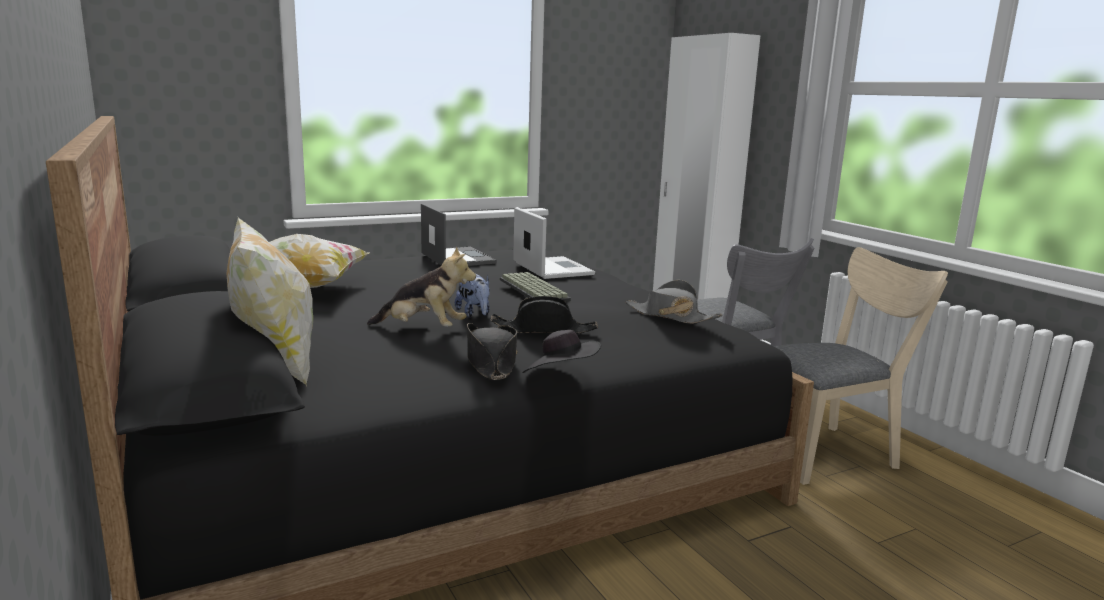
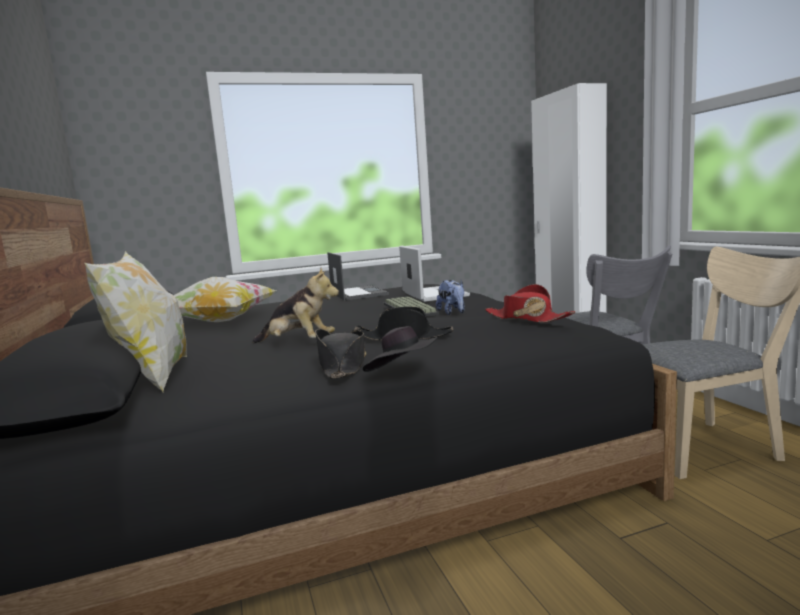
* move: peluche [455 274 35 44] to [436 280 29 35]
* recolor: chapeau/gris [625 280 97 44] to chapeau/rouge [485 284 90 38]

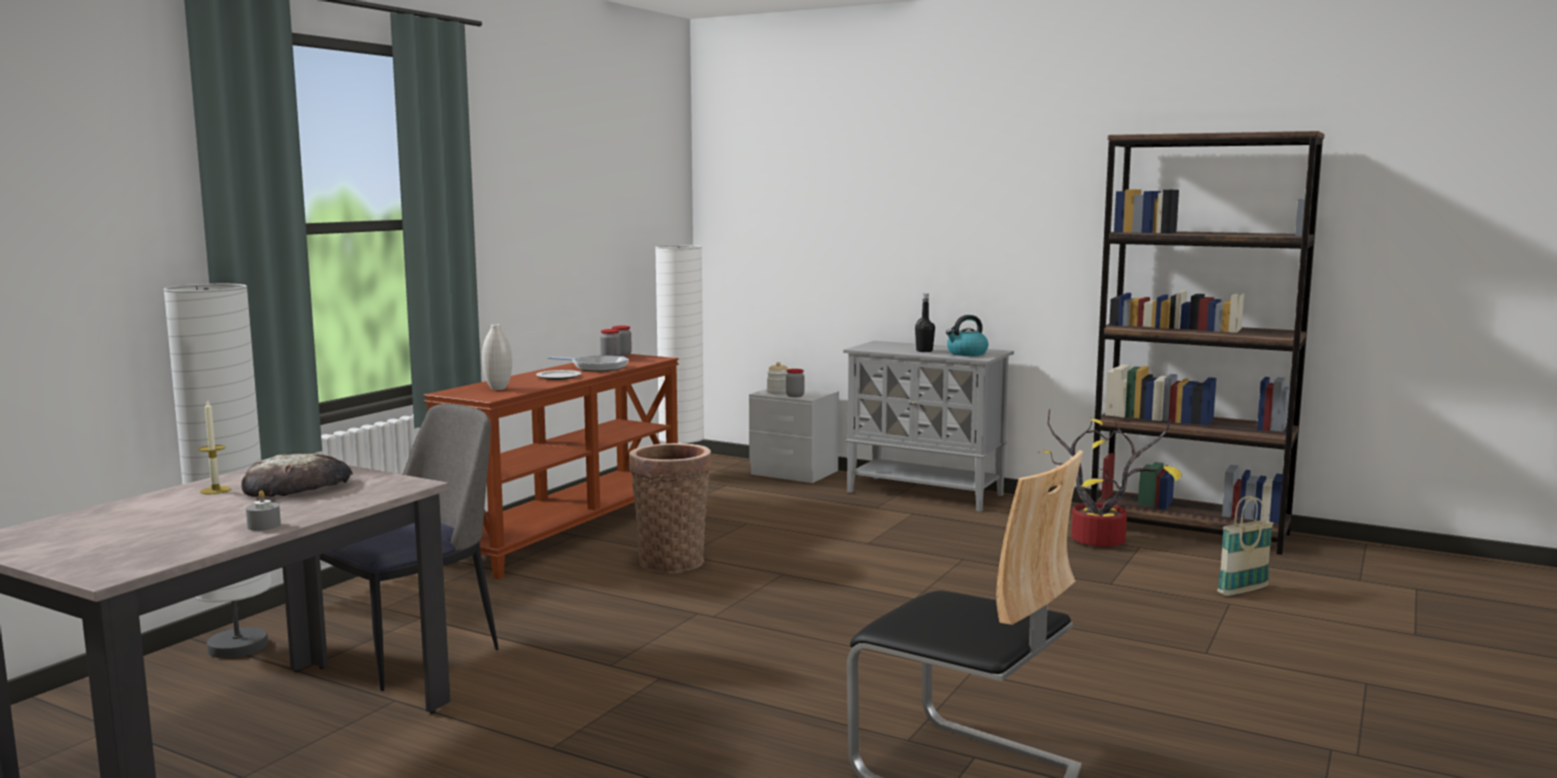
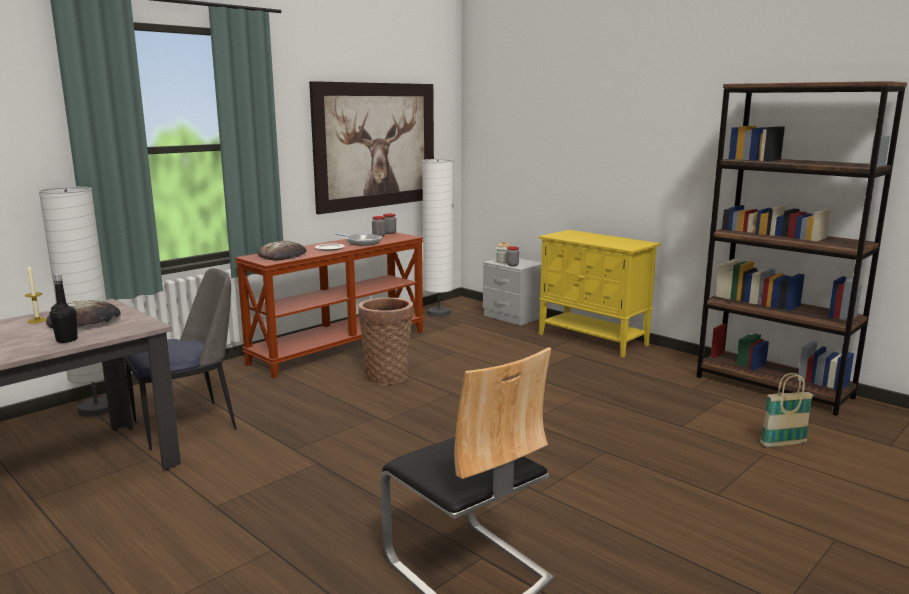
* move: bouteille/noir [915 293 20 59] to [50 274 28 69]
* replace: vase/blanc [482 324 30 66] to pain [257 241 50 19]
* insert: tableau [309 81 125 133]
* recolor: meuble de rangement/gris [843 341 171 171] to meuble de rangement/jaune [538 230 123 128]
* delete: bougie/gris [246 490 35 41]
* delete: bouilloire [946 315 42 41]
* delete: plante en pot [1038 409 144 138]

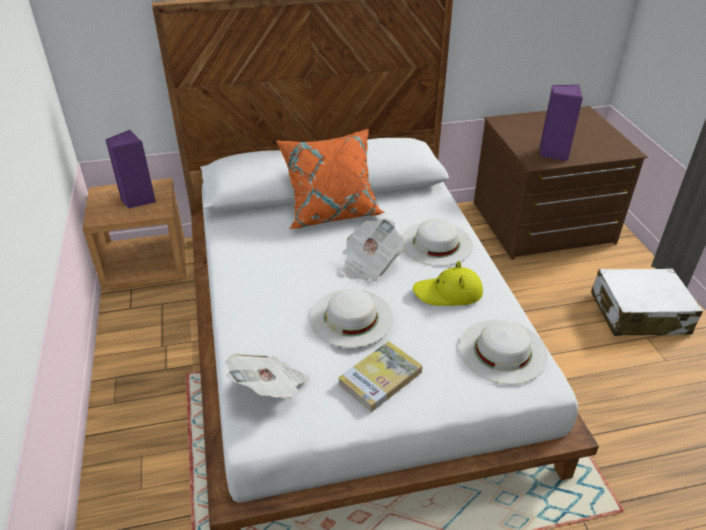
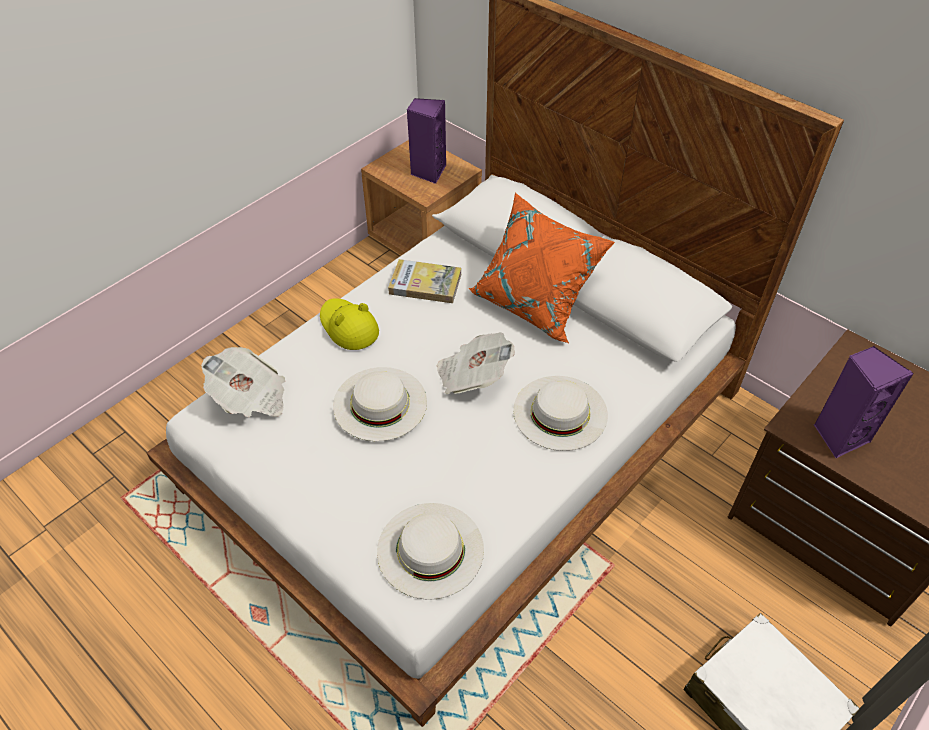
* move: chapeau/jaune [413 261 70 45] to [320 298 59 52]
* move: livre [338 341 85 71] to [388 259 73 44]

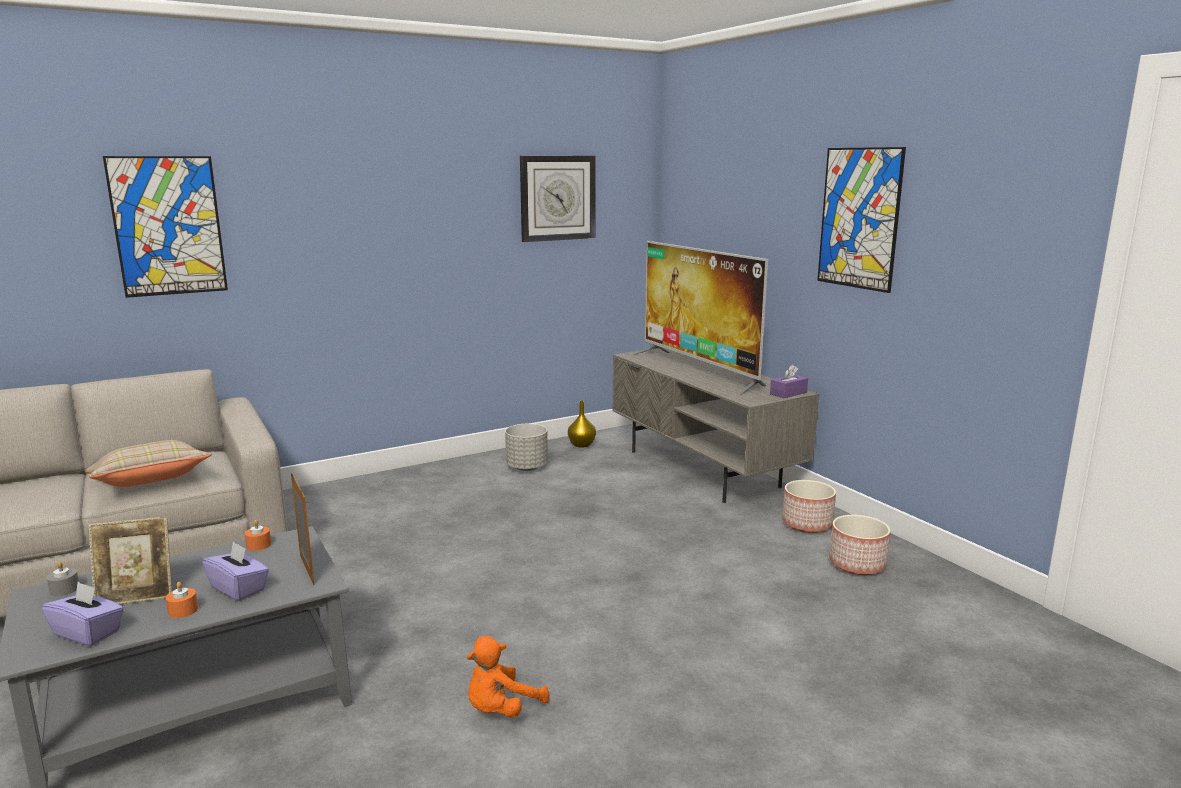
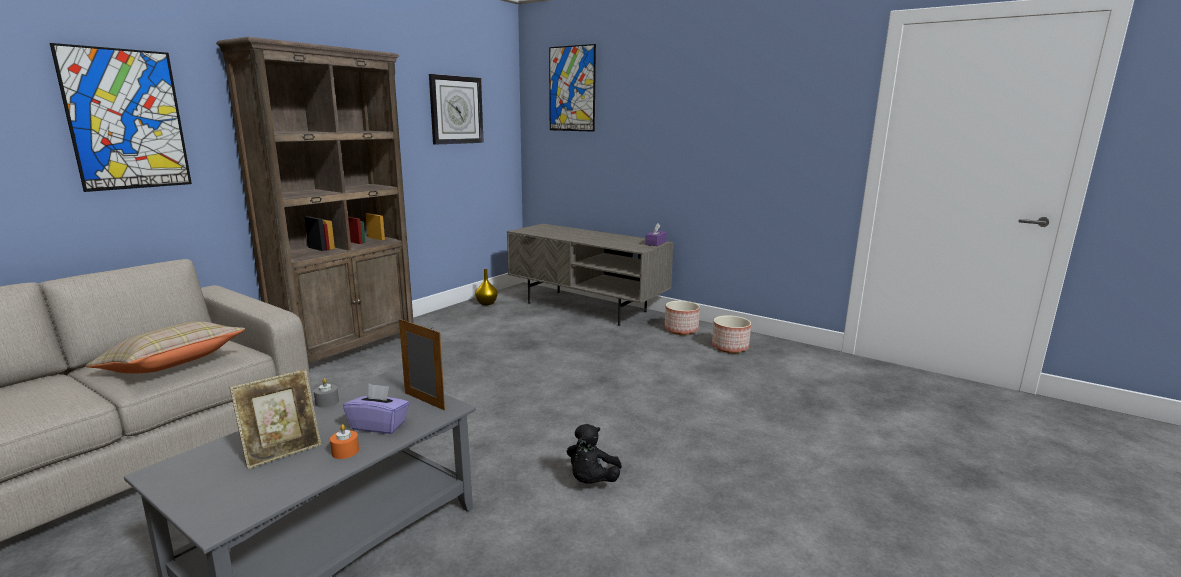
* insert: bibliothèque/marron [216 37 198 327]
* move: bougie/gris [47 562 32 34] to [314 378 25 30]
* move: tableau [817 147 89 146] to [549 44 47 88]
* recolor: peluche/orange [467 636 83 82] to peluche/noir [566 424 56 60]
* delete: boîte à mouchoirs/violet [41 582 83 64]
* delete: bougie/orange [245 520 26 31]
* delete: cache-pot/gris [505 424 43 47]
* delete: téléviseur [631 241 137 154]

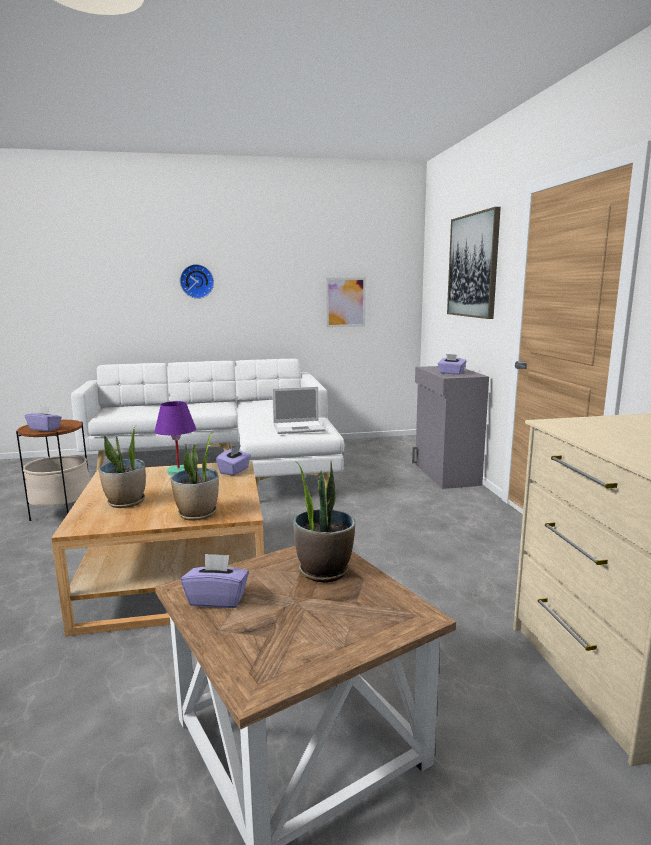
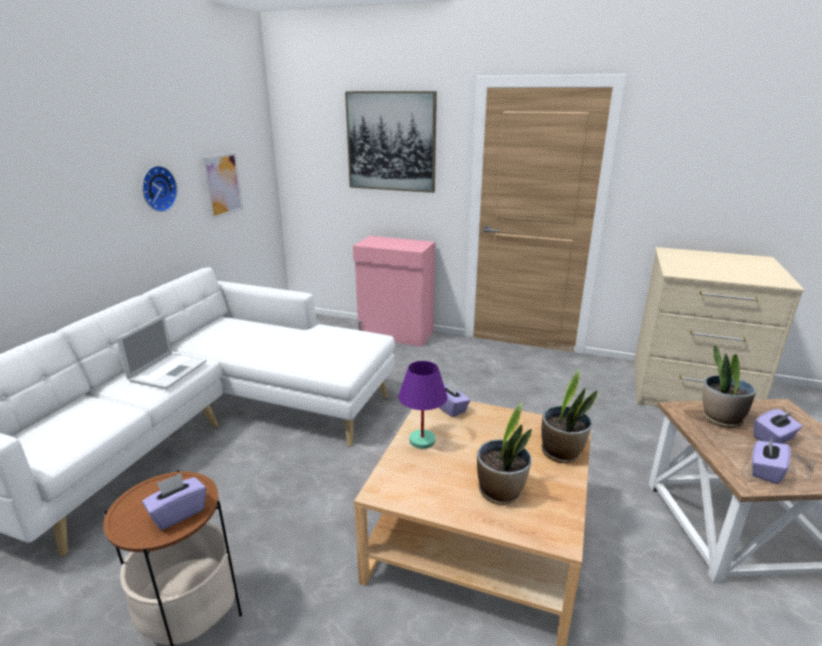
* move: ordinateur portable [272 387 53 47] to [116 315 91 74]
* move: horloge murale [180 264 34 35] to [142 166 36 46]
* recolor: meuble de rangement/gris [412 366 77 123] to meuble de rangement/rose [353 236 82 111]
* move: boîte à mouchoirs/violet [438 354 28 21] to [754 409 48 35]

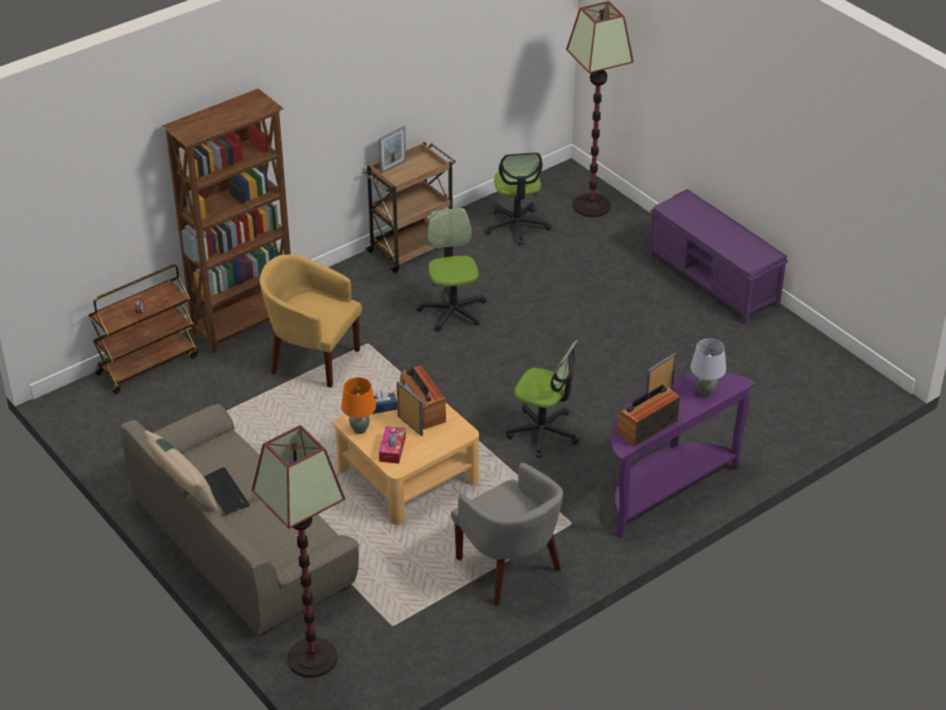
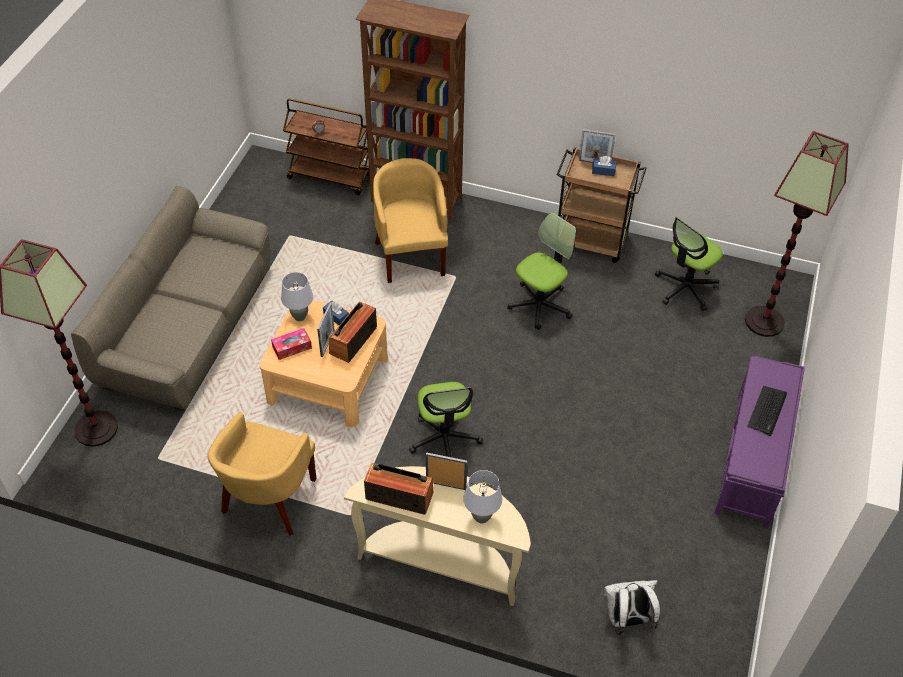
* recolor: fauteuil/gris [451 463 112 142] to fauteuil/jaune [208 412 108 124]
* recolor: lampe de table/orange [341 377 35 57] to lampe de table/gris [281 272 32 49]
* recolor: table console/violet [611 373 145 165] to table console/beige [344 466 187 140]
* insert: boîte à mouchoirs/bleu [592 156 24 20]
* insert: sac à dos/blanc [603 580 58 55]
* move: clavier [204 467 46 48] to [747 386 40 50]
* delete: coussin/beige [144 430 74 81]

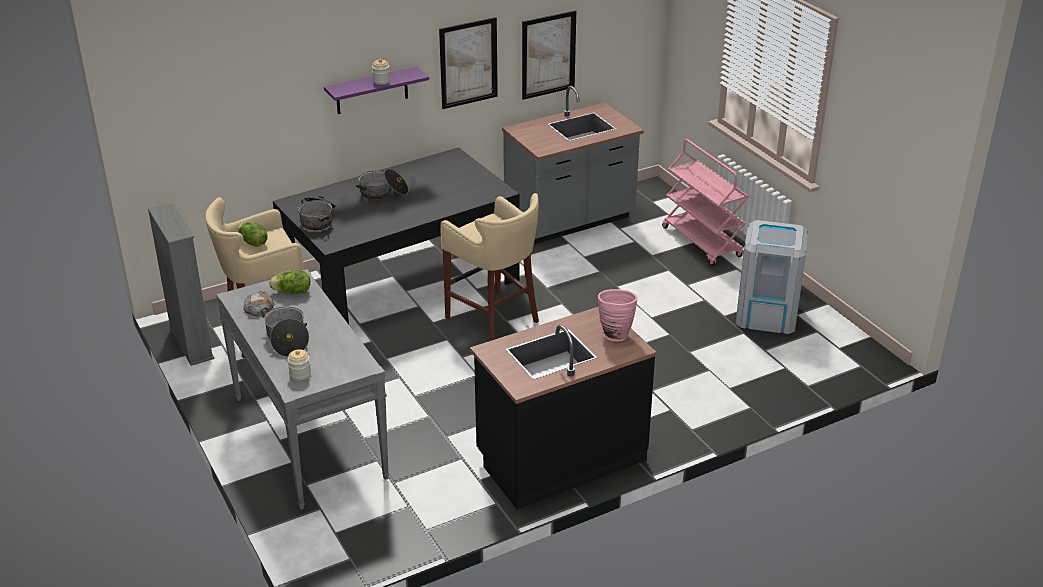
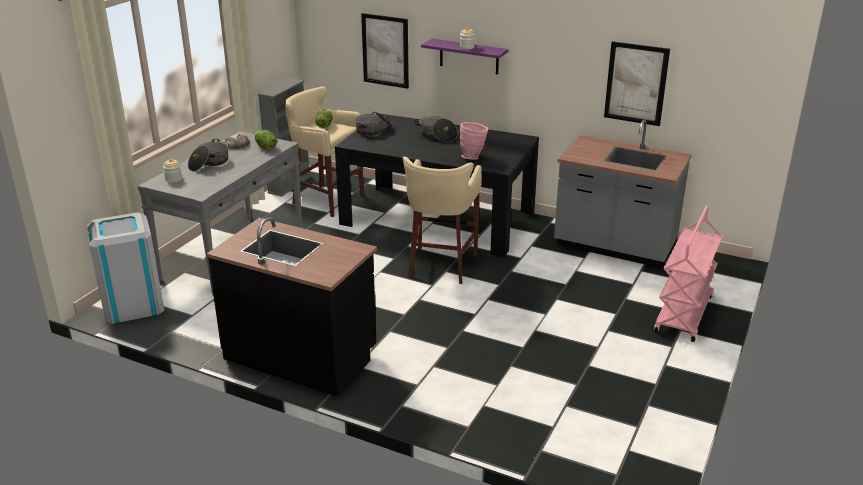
* move: poubelle/gris [735 220 73 114] to [87 212 78 112]
* move: tableau [439 17 59 92] to [361 13 48 76]
* move: vase/rose [598 289 40 52] to [460 122 28 38]

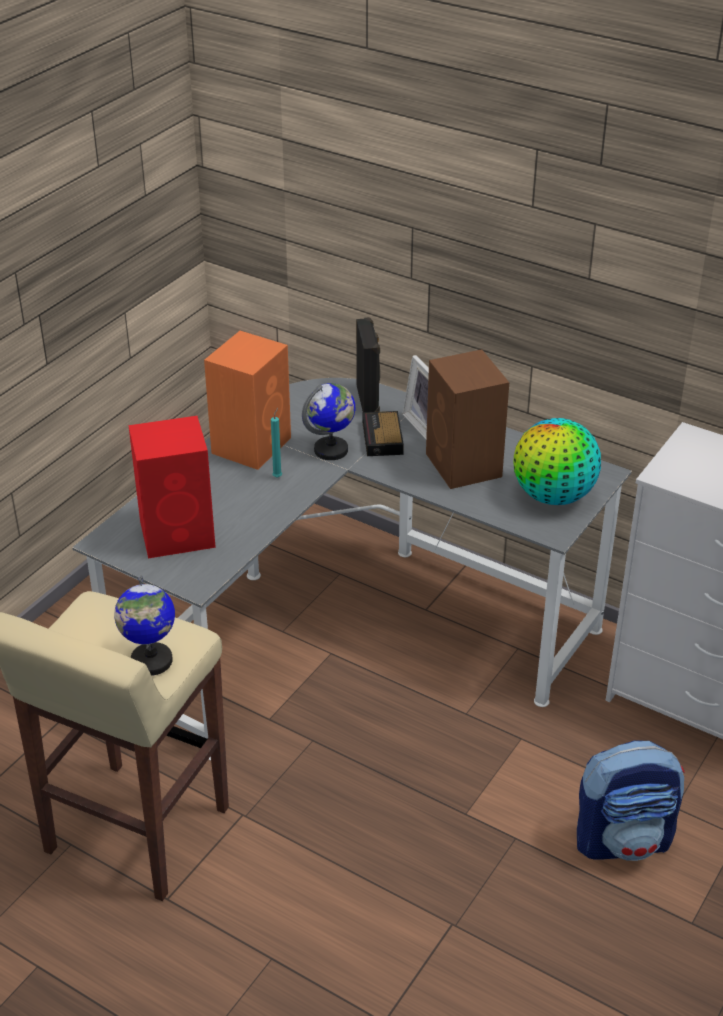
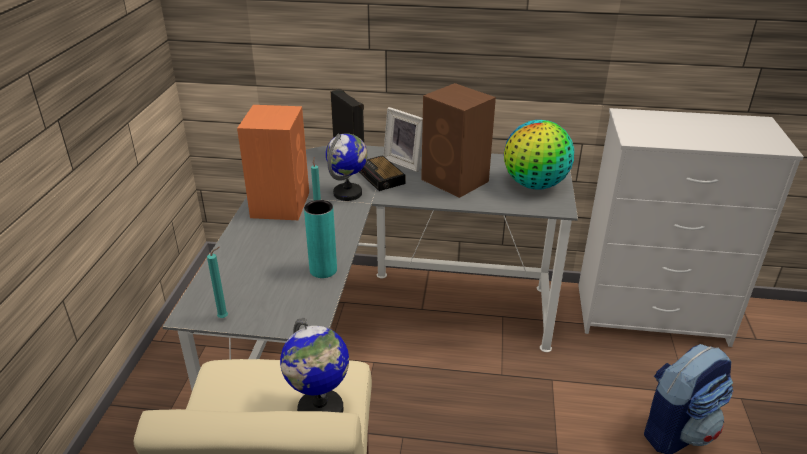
* insert: bougie/turquoise [207 247 21 71]
* insert: vase/turquoise [304 200 33 78]
* delete: enceinte/rouge [128 416 88 142]

